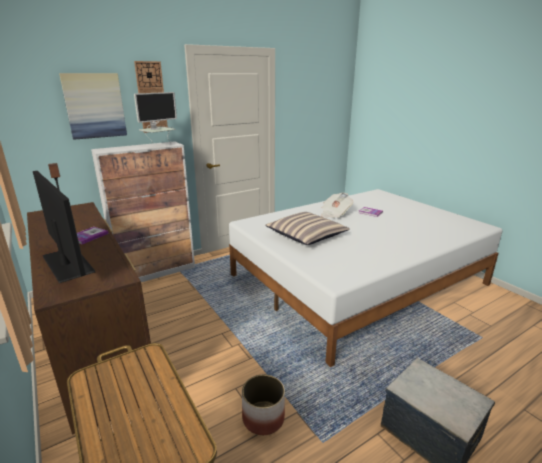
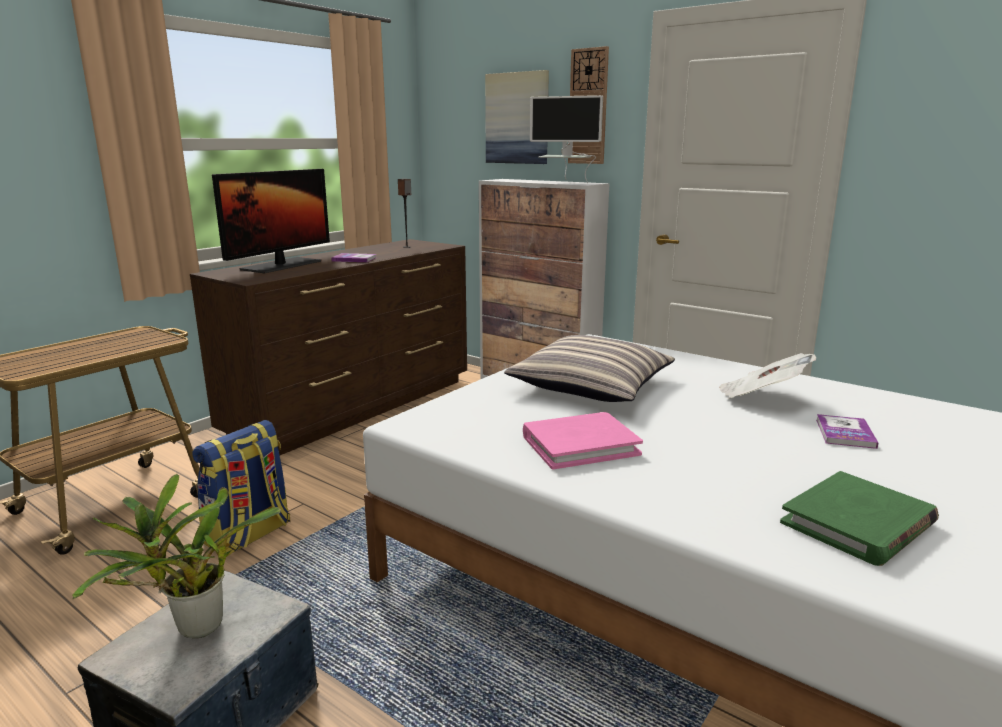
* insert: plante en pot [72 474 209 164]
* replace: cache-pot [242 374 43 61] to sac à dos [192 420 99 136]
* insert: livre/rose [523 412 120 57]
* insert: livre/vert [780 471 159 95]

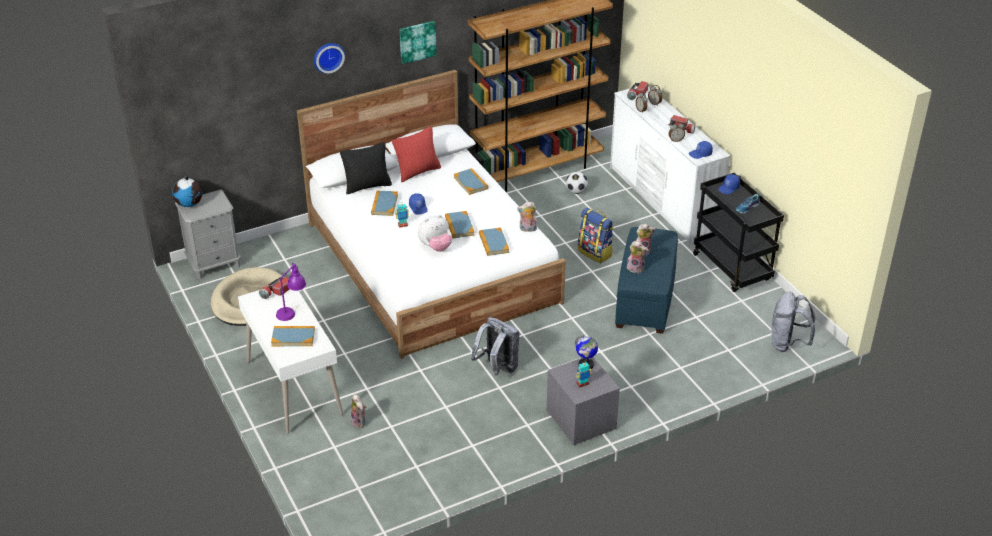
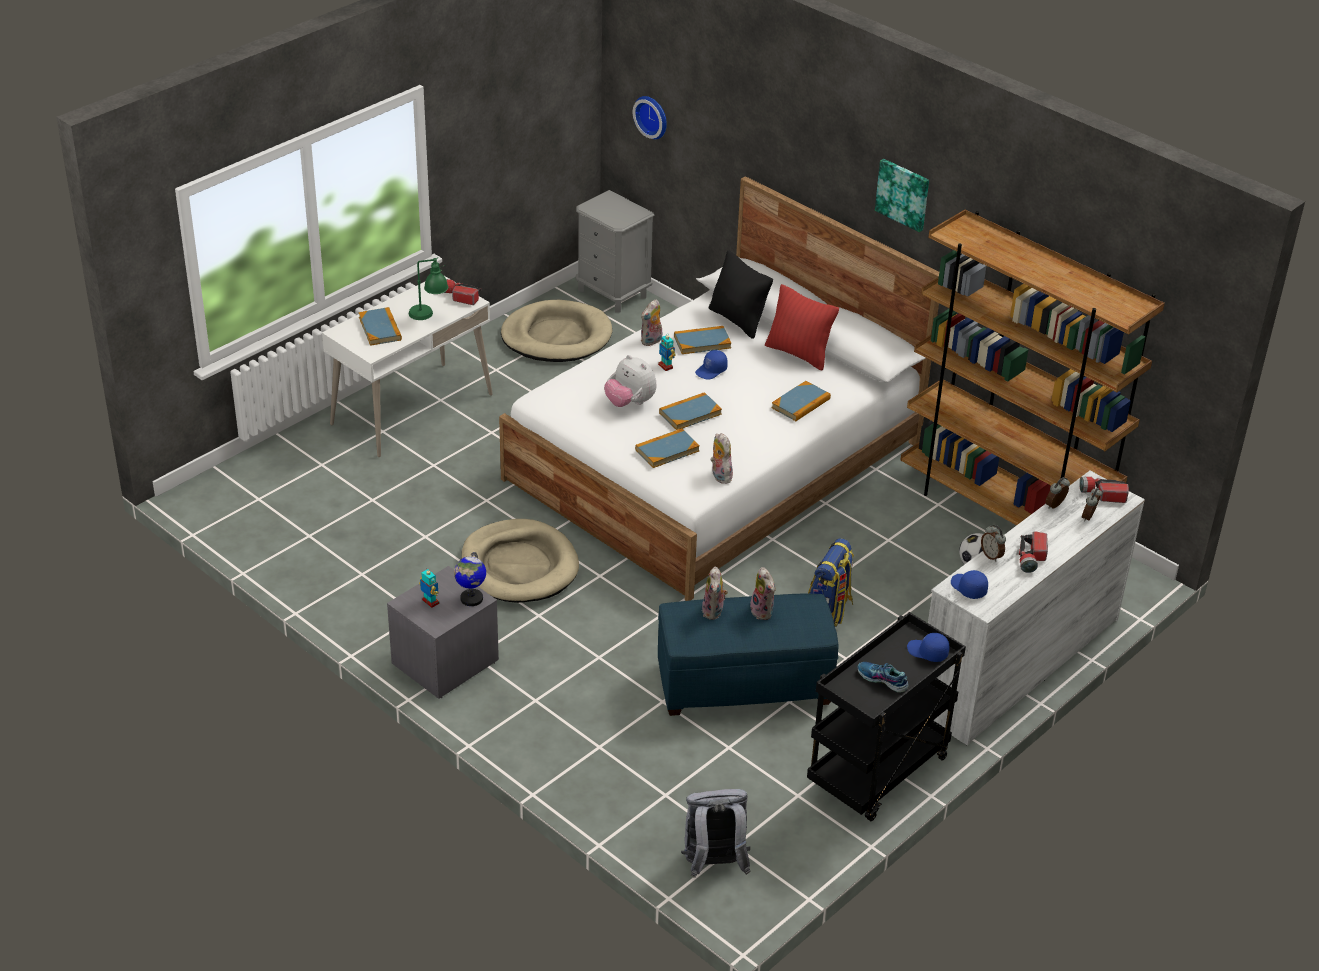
* recolor: lampe de table/violet [276 263 30 58] to lampe de table/vert [409 258 39 62]
* replace: sac à dos/gris [471 317 49 58] to panier pour chien/beige [461 519 118 84]
* move: horloge murale [314 43 31 30] to [633 96 34 43]
* move: peluche [351 394 15 34] to [641 299 21 47]
* delete: globe [172 176 30 31]

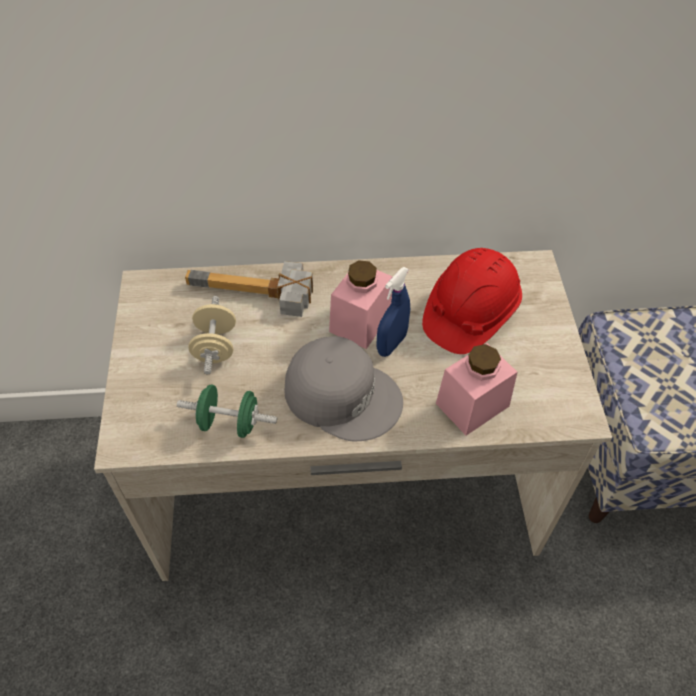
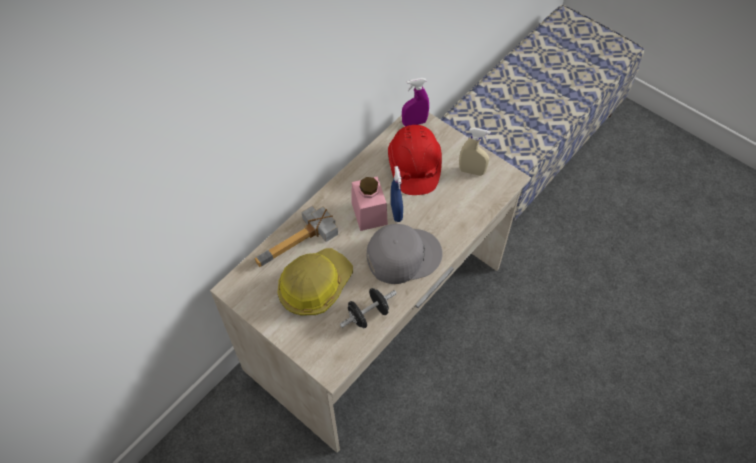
* replace: haltère/beige [188 296 48 78] to casque de chantier [278 248 75 68]
* recolor: haltère/vert [177 385 100 53] to haltère/noir [340 288 57 40]
* insert: vaporisateur/violet [402 78 27 48]
* insert: vaporisateur/beige [459 128 32 48]
* delete: bocal/rose [436 343 81 93]

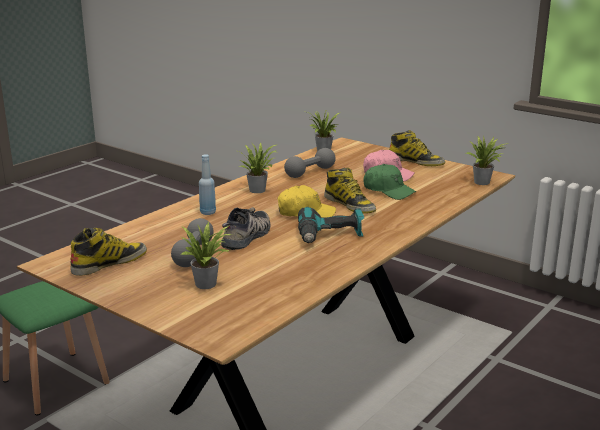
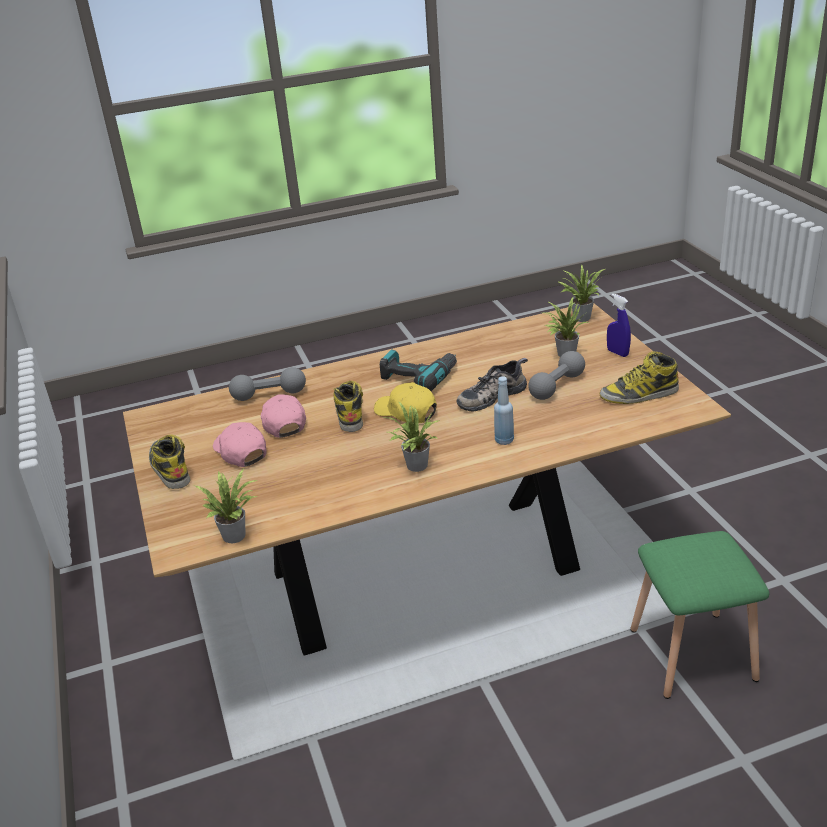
* move: haltère/gris [284 148 52 30] to [229 367 77 34]
* recolor: casquette/vert [363 164 53 36] to casquette/rose [261 394 45 44]
* move: plante en pot [466 135 43 50] to [557 265 48 57]
* insert: vaporisateur/bleu [607 293 24 64]

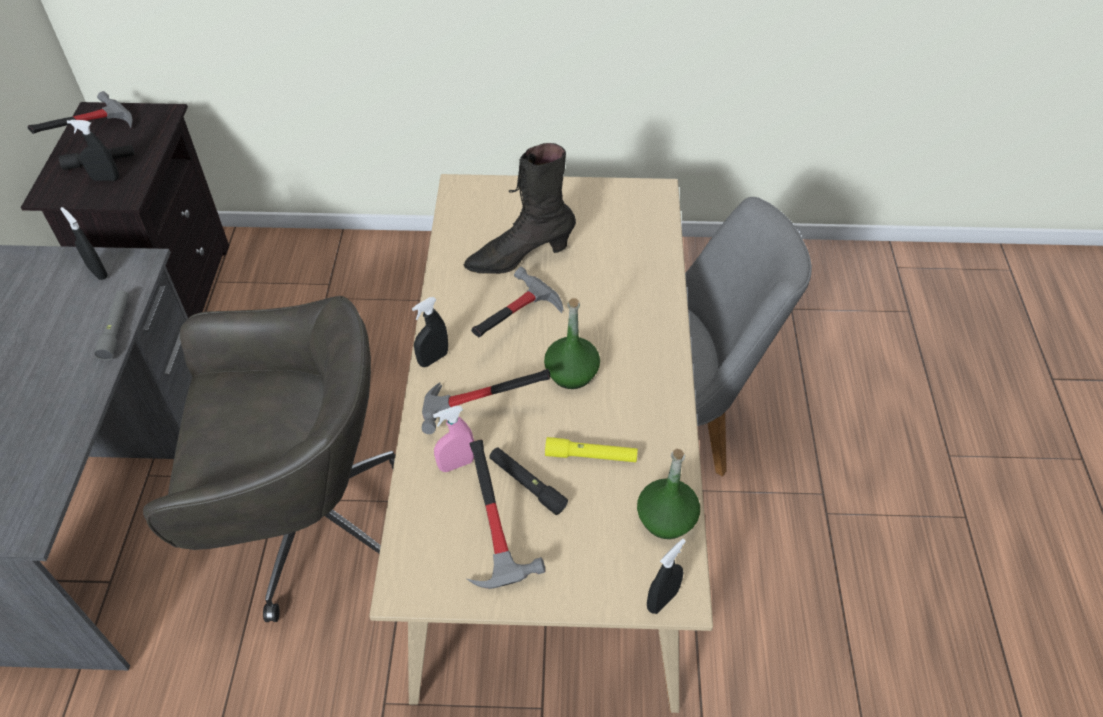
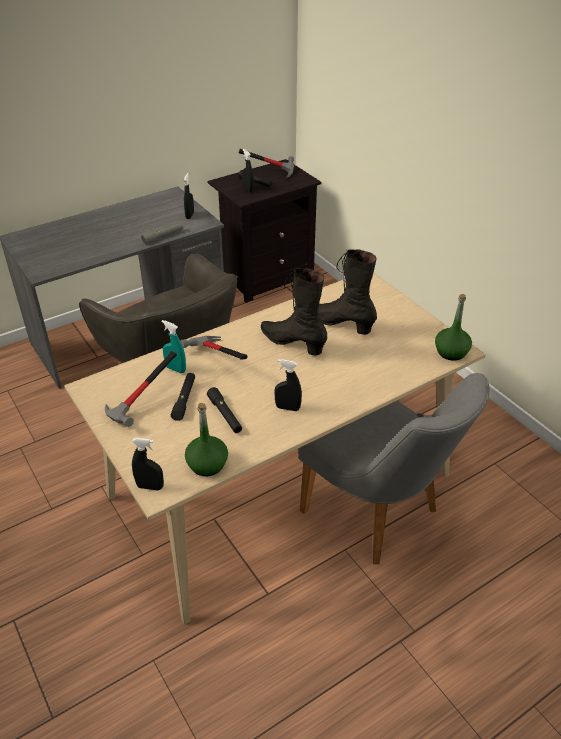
* recolor: vaporisateur/rose [433 406 41 66] to vaporisateur/turquoise [161 320 25 53]
* recolor: lampe de poche/jaune [545 437 93 25] to lampe de poche/noir [207 387 35 46]
* replace: marteau [471 266 93 71] to botte/noir [261 268 66 88]
* move: vaporisateur/noir [412 297 36 70] to [274 359 28 52]
* move: bouteille/vert [544 298 56 91] to [435 294 37 67]

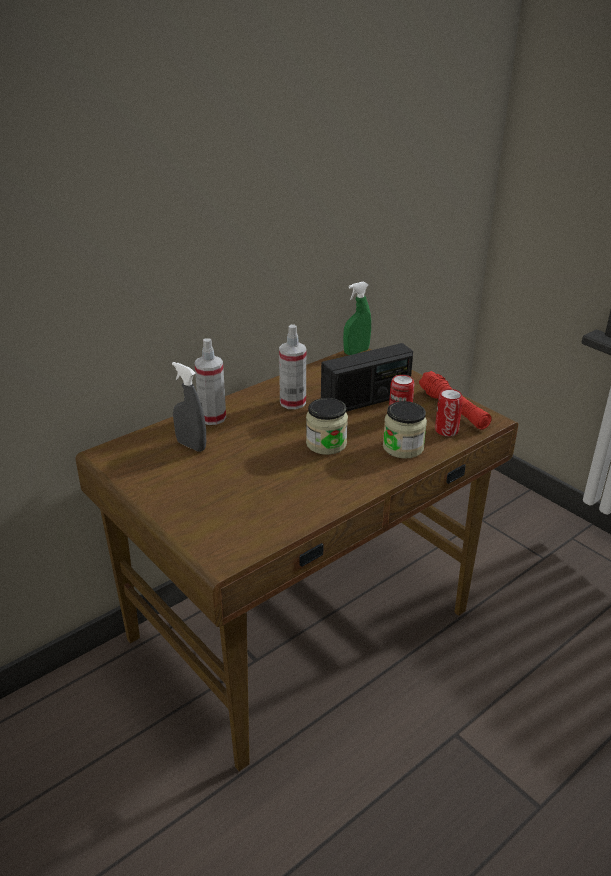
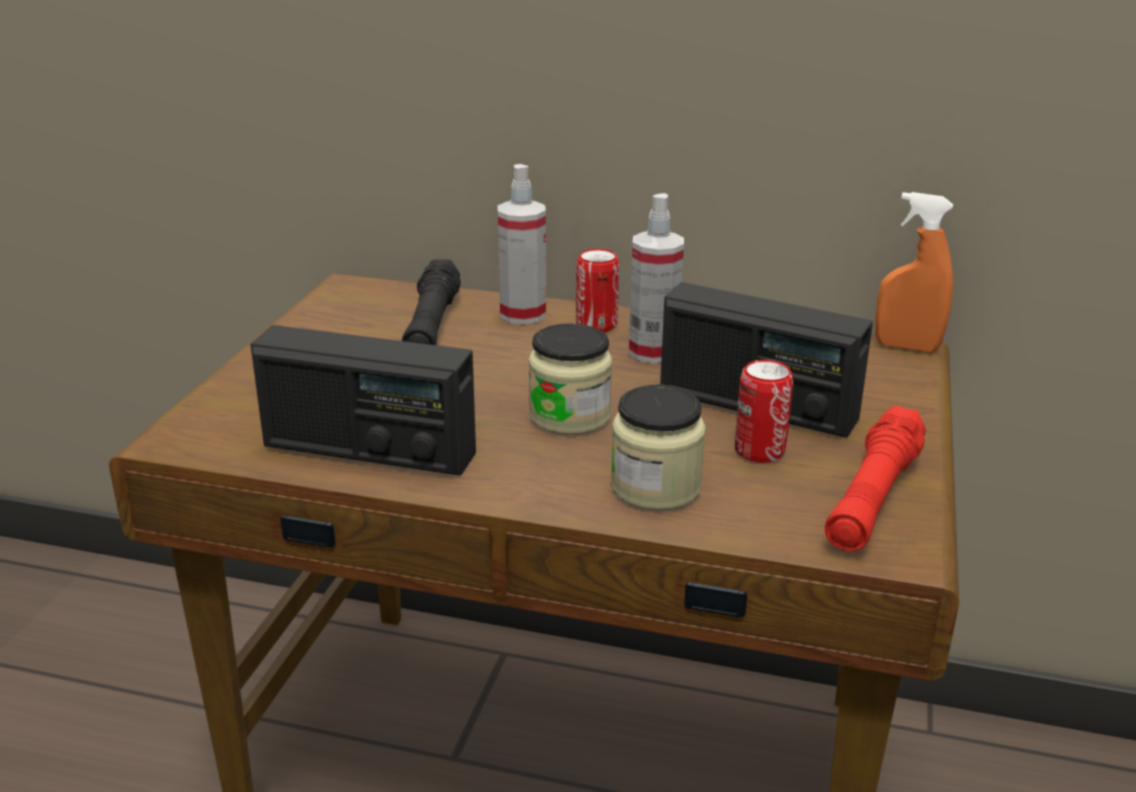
* insert: radio [251 325 225 150]
* replace: vaporisateur/gris [172 362 34 90] to lampe de poche/noir [402 259 59 86]
* move: boîte métallique [435 389 28 47] to [576 249 43 83]
* recolor: vaporisateur/vert [343 282 28 73] to vaporisateur/orange [875 192 78 160]

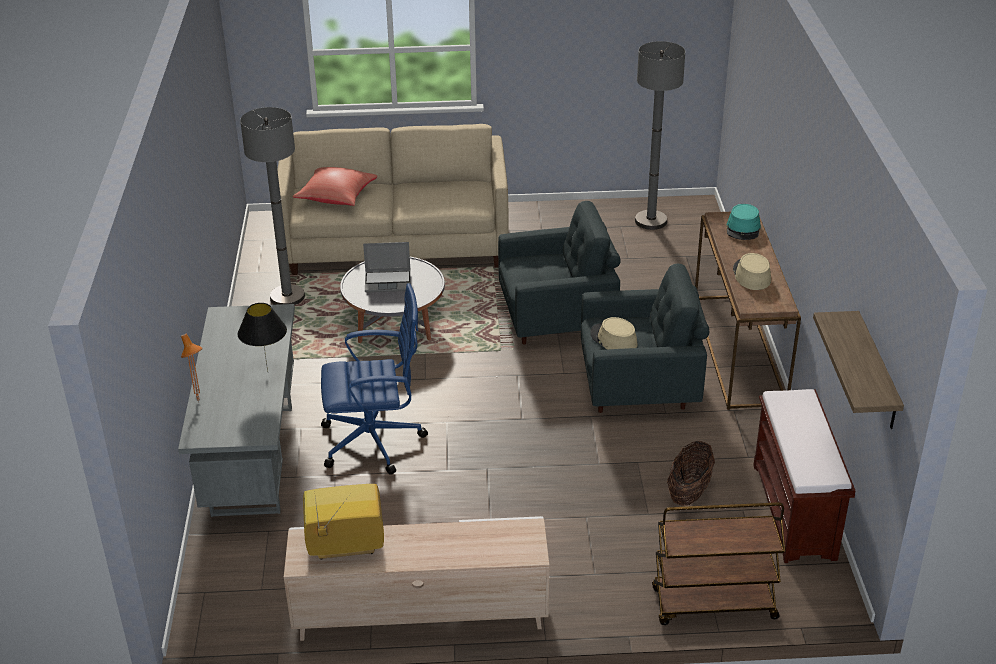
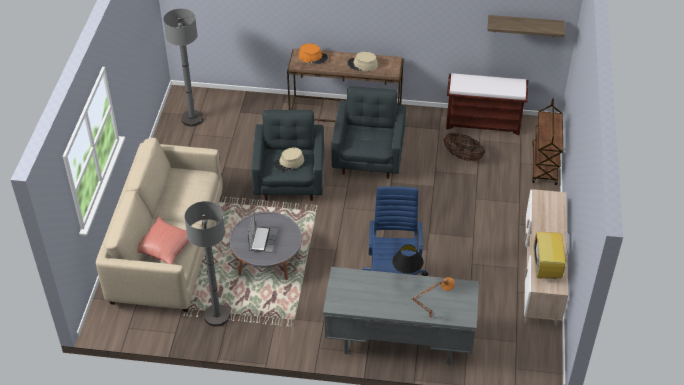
* move: chapeau/beige [590 317 48 32] to [274 147 30 25]
* recolor: chapeau/turquoise [726 204 35 36] to chapeau/orange [299 43 29 21]

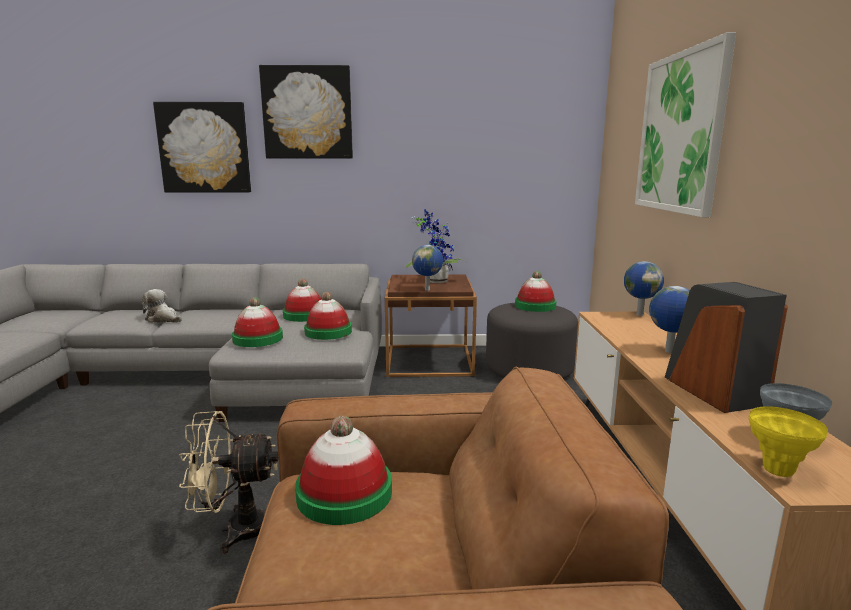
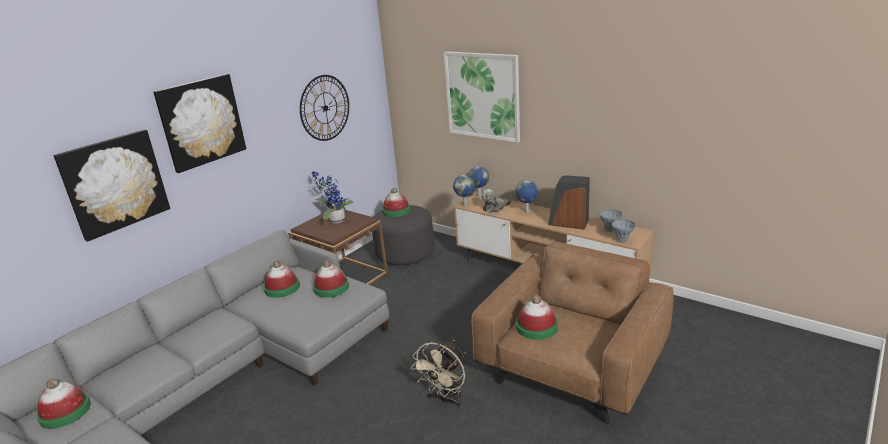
* move: chapeau [232 297 51 50] to [36 378 55 51]
* insert: horloge murale [300 75 49 66]
* move: globe [412 245 31 46] to [453 175 22 31]
* move: peluche [141 289 41 34] to [481 189 30 24]
* recolor: vase/jaune [749 406 79 71] to vase/gris [612 219 23 24]

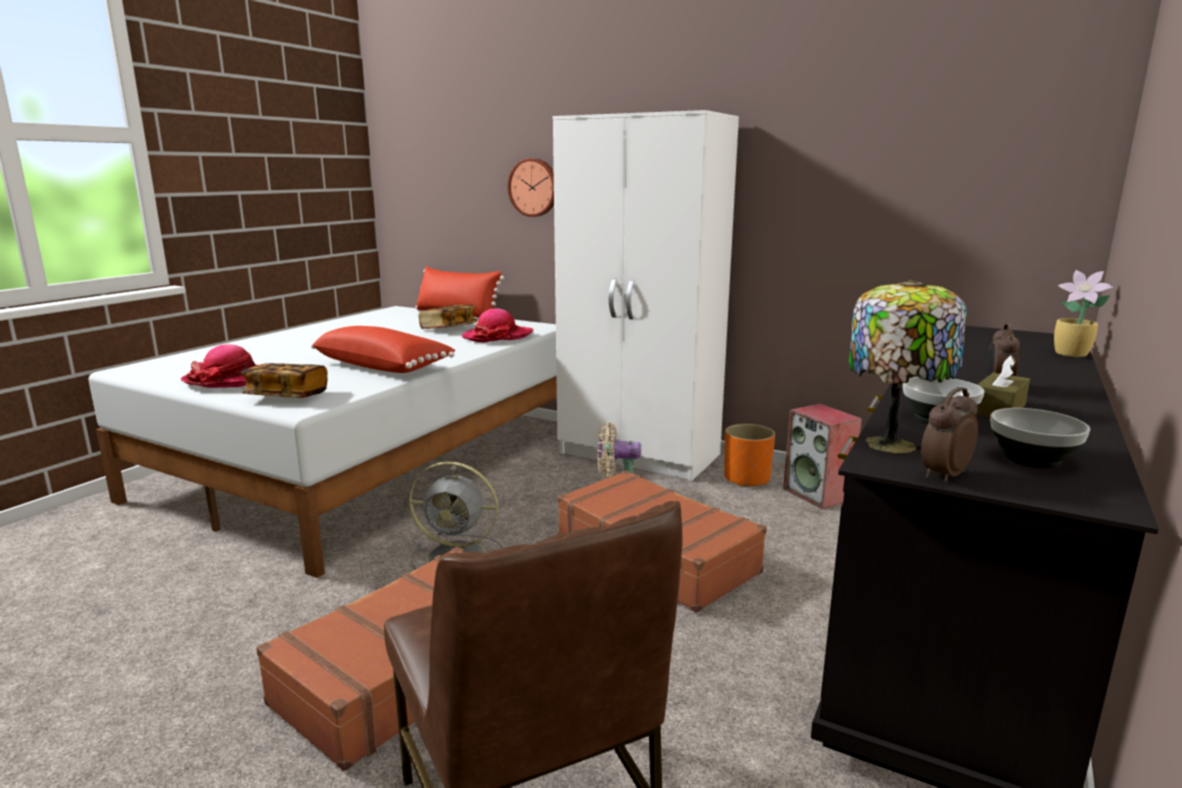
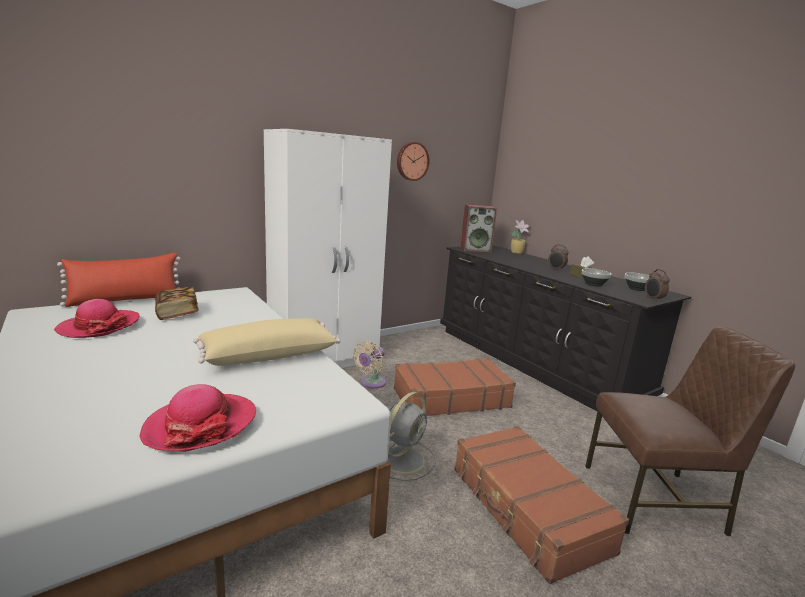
* move: chapeau [461 309 73 33] to [54 299 86 39]
* recolor: coussin/rouge [311 326 144 47] to coussin/beige [193 318 148 48]
* move: horloge murale [508 158 46 59] to [397 142 33 39]
* move: enceinte [783 404 79 105] to [461 204 36 49]
* delete: livre [241 363 87 35]
* delete: cache-pot/orange [724 424 51 63]
* delete: lampe de table [849 280 118 173]

